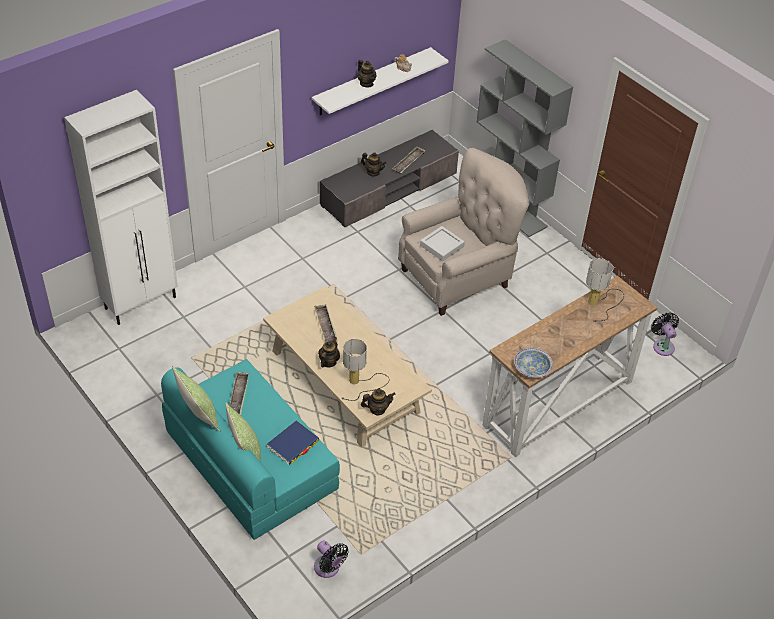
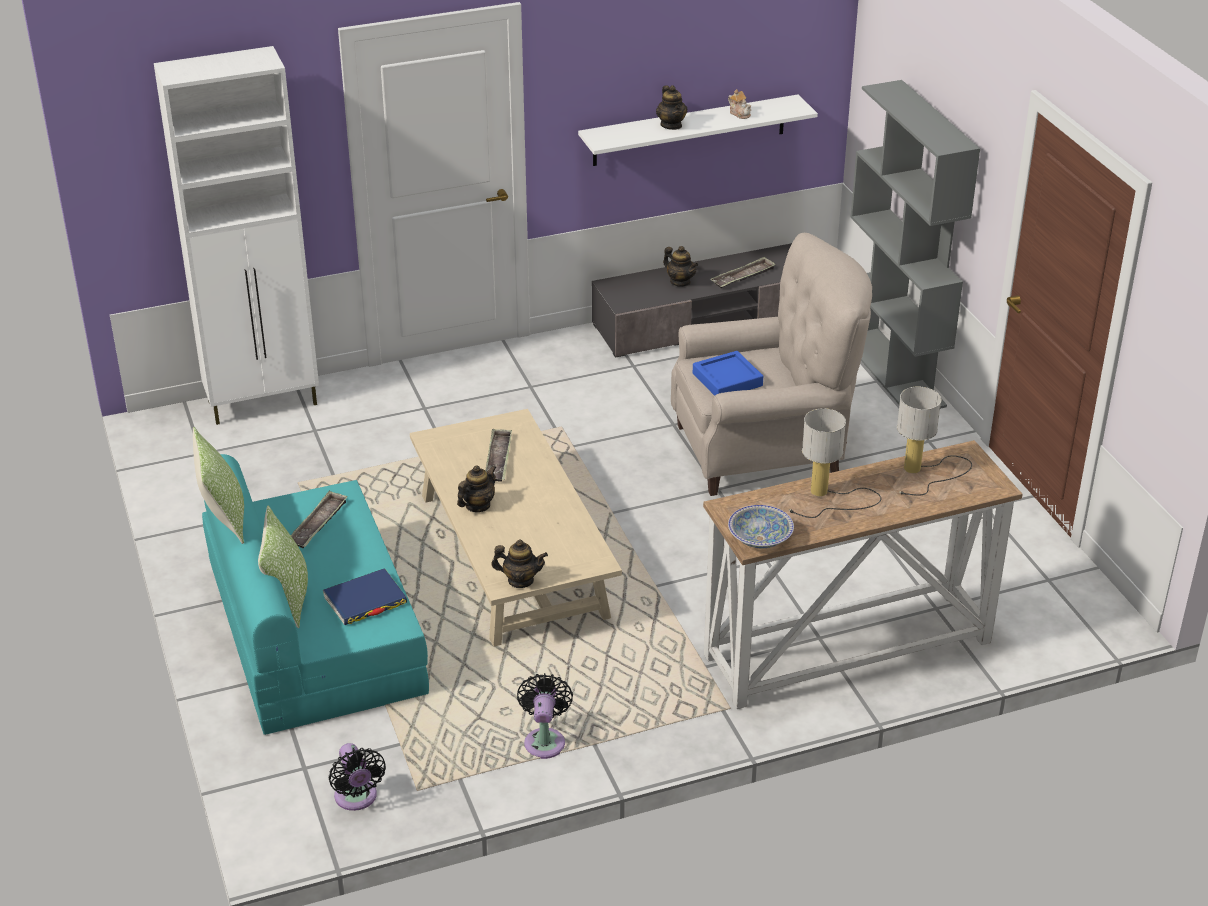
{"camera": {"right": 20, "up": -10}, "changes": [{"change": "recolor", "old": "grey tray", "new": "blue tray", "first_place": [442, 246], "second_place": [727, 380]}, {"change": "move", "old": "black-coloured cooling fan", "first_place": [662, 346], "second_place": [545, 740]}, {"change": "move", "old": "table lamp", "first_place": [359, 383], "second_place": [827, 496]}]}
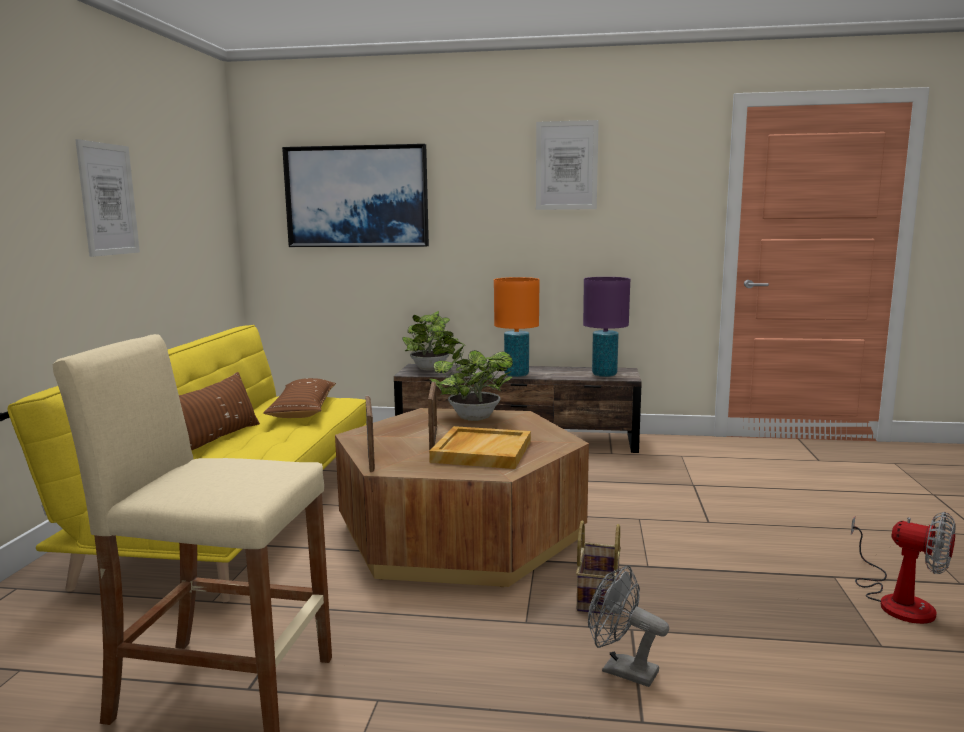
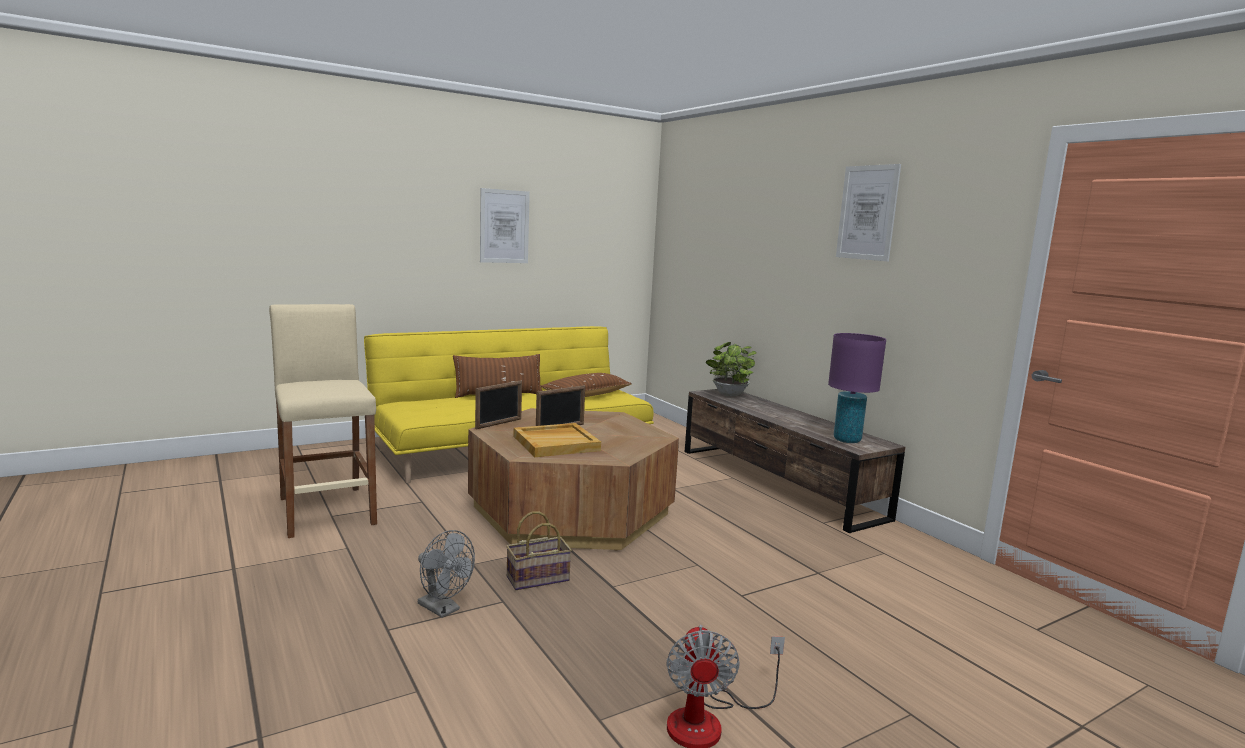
{"camera": {"right": 50, "up": 0}, "changes": [{"change": "delete", "old": "picture", "first_place": [357, 196]}, {"change": "delete", "old": "orange table lamp", "first_place": [516, 375]}, {"change": "delete", "old": "houseplant", "first_place": [471, 417]}, {"change": "rotate", "old": "grey cooling fan", "first_place": [621, 670], "second_place": [443, 609], "degrees": 135}]}
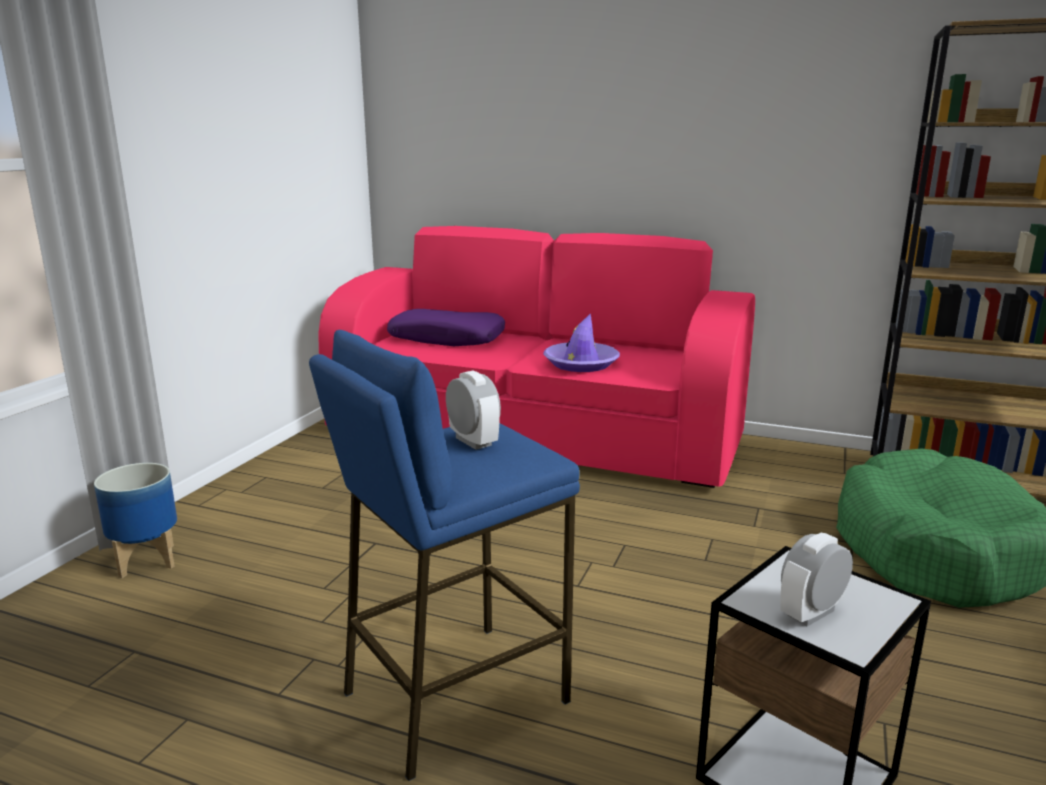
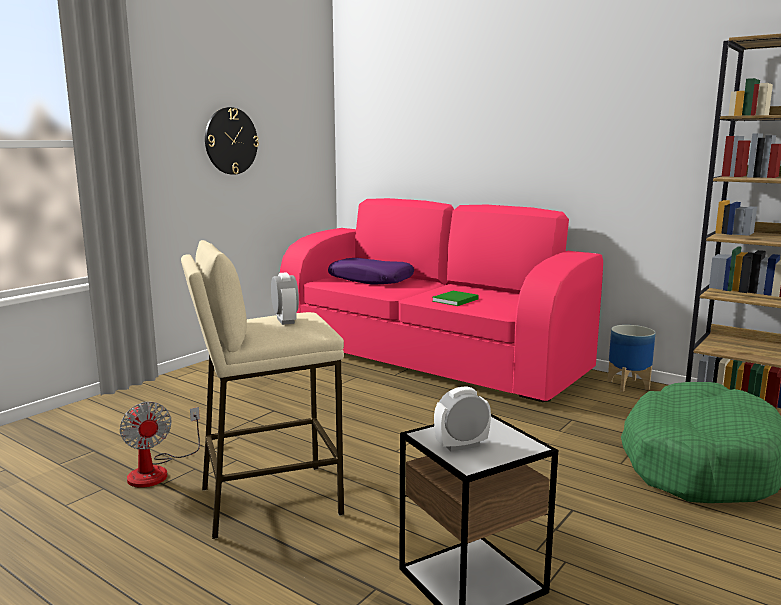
{"camera": {"right": 15, "up": -5}, "changes": [{"change": "replace", "old": "purple-coloured hat", "new": "green book", "first_place": [581, 364], "second_place": [454, 300]}, {"change": "recolor", "old": "blue stool", "new": "sand-coloured stool", "first_place": [453, 695], "second_place": [269, 500]}, {"change": "move", "old": "planter", "first_place": [148, 560], "second_place": [628, 385]}, {"change": "insert", "new": "wall clock", "second_place": [231, 141]}, {"change": "insert", "new": "cooling fan", "second_place": [157, 471]}]}
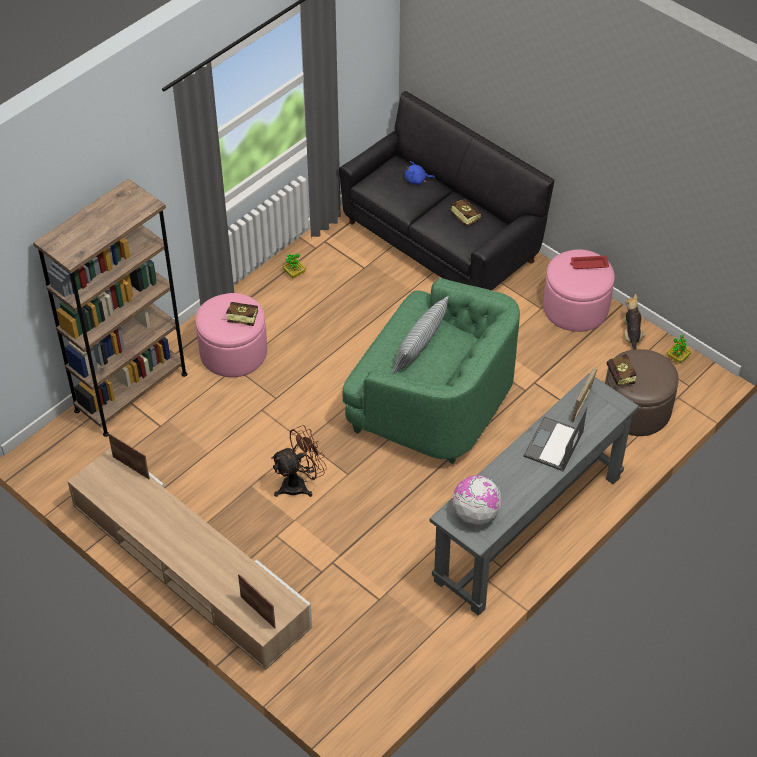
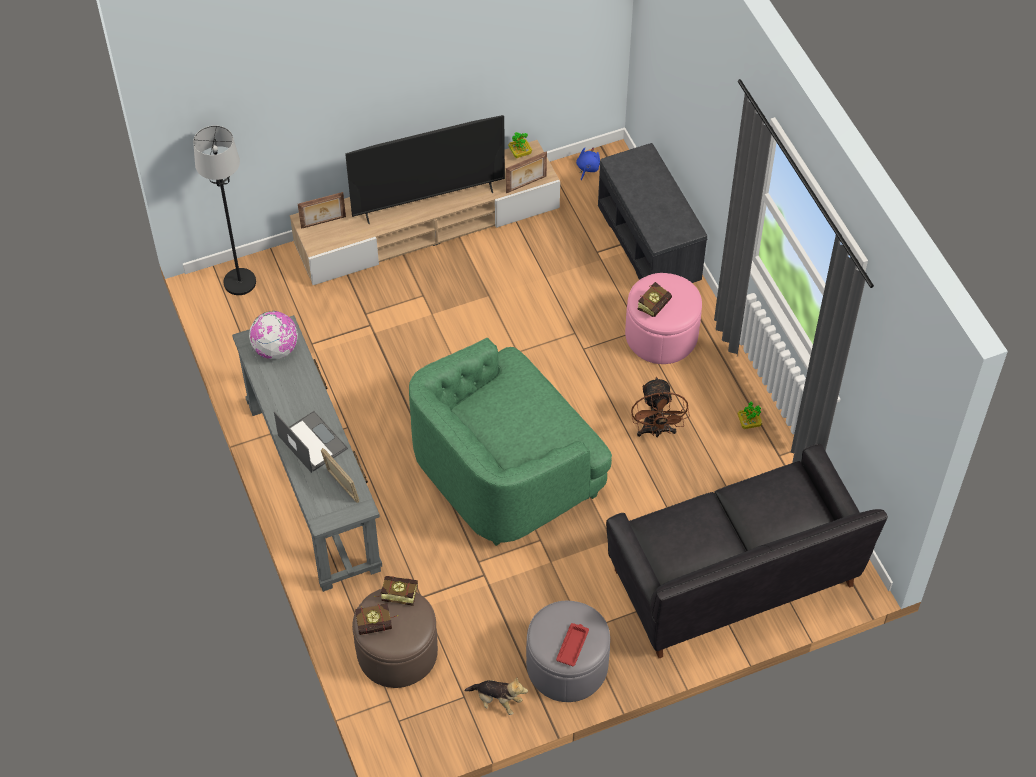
{"camera": {"right": 115, "up": 5}, "changes": [{"change": "move", "old": "blue soft toy", "first_place": [417, 180], "second_place": [587, 168]}, {"change": "replace", "old": "brown bookcase", "new": "grey long seat", "first_place": [131, 392], "second_place": [650, 242]}, {"change": "move", "old": "book", "first_place": [463, 216], "second_place": [378, 624]}, {"change": "recolor", "old": "pink-coloured ottoman", "new": "grey ottoman", "first_place": [576, 308], "second_place": [567, 666]}, {"change": "delete", "old": "pillow", "first_place": [419, 348]}, {"change": "move", "old": "houseplant", "first_place": [677, 357], "second_place": [520, 153]}, {"change": "move", "old": "brown cooling fan", "first_place": [299, 484], "second_place": [656, 431]}, {"change": "insert", "new": "TV set", "second_place": [428, 201]}, {"change": "insert", "new": "black-coloured floor lamp", "second_place": [239, 282]}]}
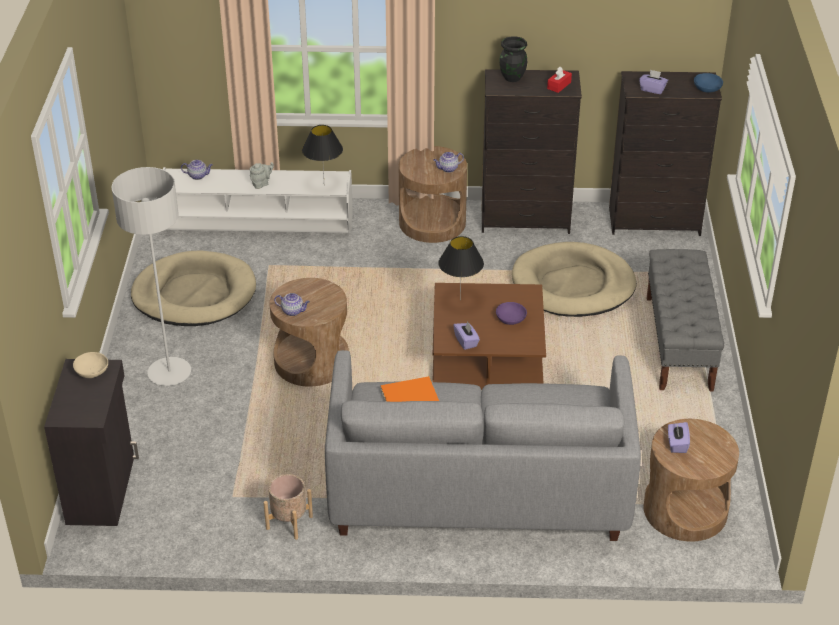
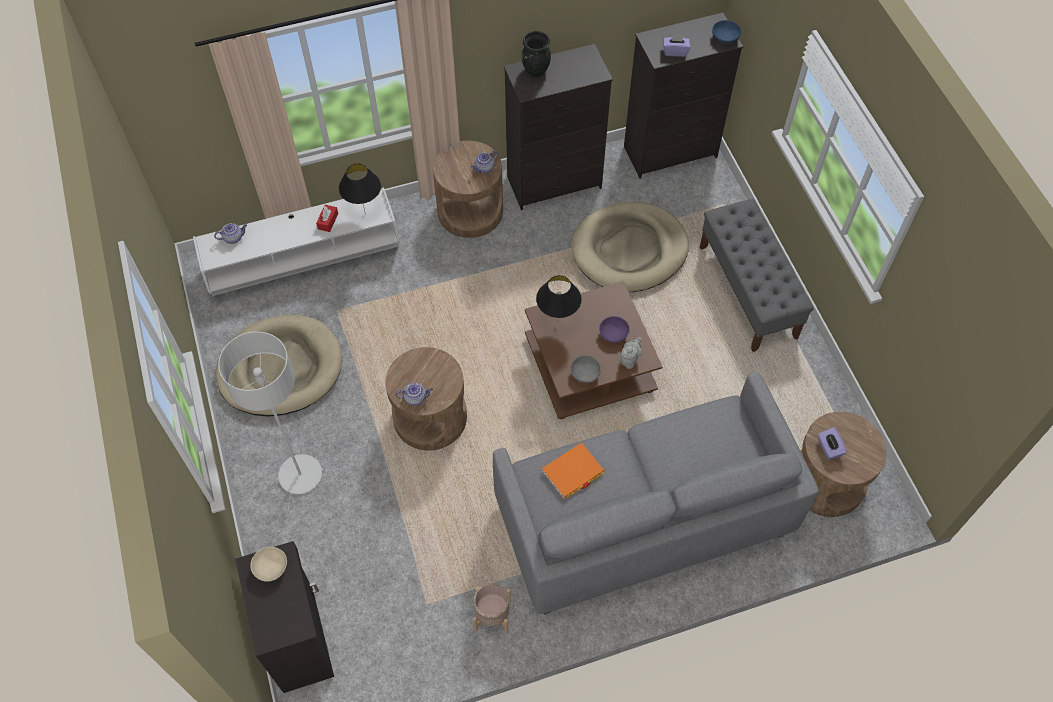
{"camera": {"right": -20, "up": 20}, "changes": [{"change": "move", "old": "reddish tissue holder", "first_place": [559, 85], "second_place": [328, 221]}, {"change": "move", "old": "grey pot for tea", "first_place": [261, 184], "second_place": [630, 359]}, {"change": "replace", "old": "purple-coloured tissue holder", "new": "grey serving bowl", "first_place": [466, 341], "second_place": [584, 374]}]}
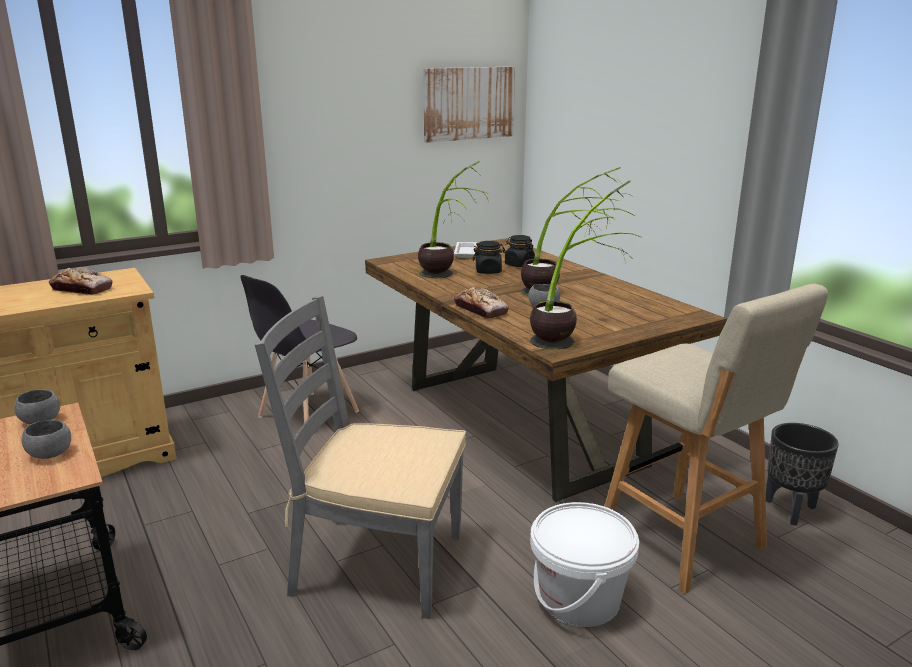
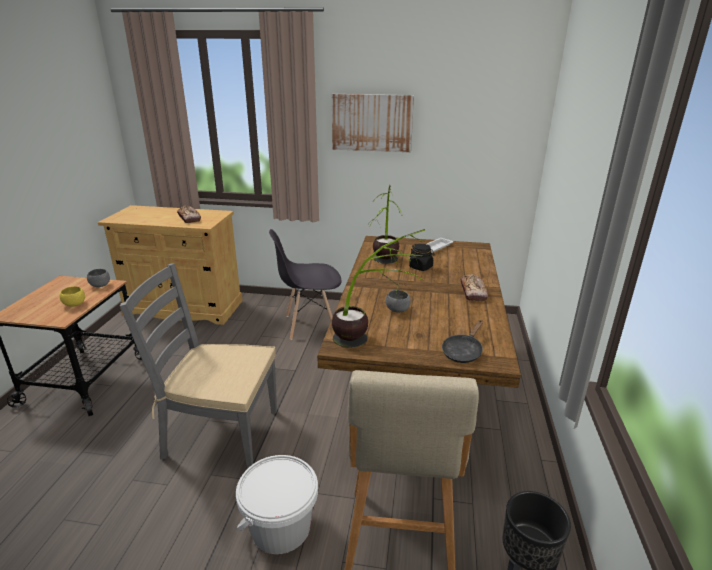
{"camera": {"right": 40, "up": 5}, "changes": [{"change": "move", "old": "picture", "first_place": [468, 103], "second_place": [372, 122]}, {"change": "delete", "old": "houseplant", "first_place": [561, 295]}, {"change": "delete", "old": "black-coloured storage jar", "first_place": [519, 265]}, {"change": "move", "old": "bread", "first_place": [481, 310], "second_place": [473, 292]}, {"change": "rotate", "old": "grey plain chair", "first_place": [376, 564], "second_place": [220, 433], "degrees": -45}, {"change": "recolor", "old": "grey serving bowl", "new": "yellow serving bowl", "first_place": [50, 454], "second_place": [74, 304]}, {"change": "insert", "new": "black-coloured frying pan", "second_place": [463, 351]}]}
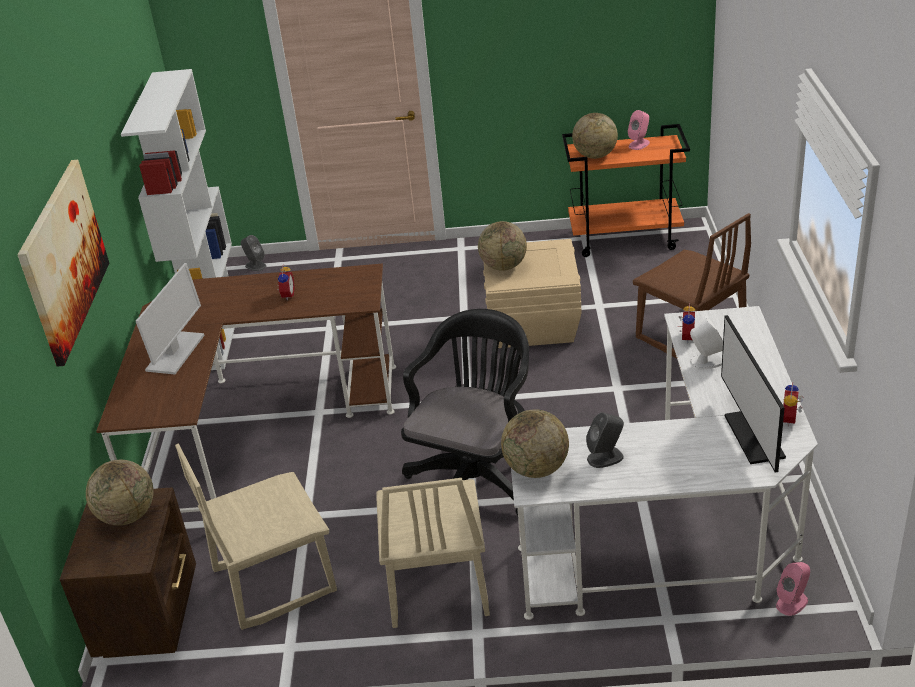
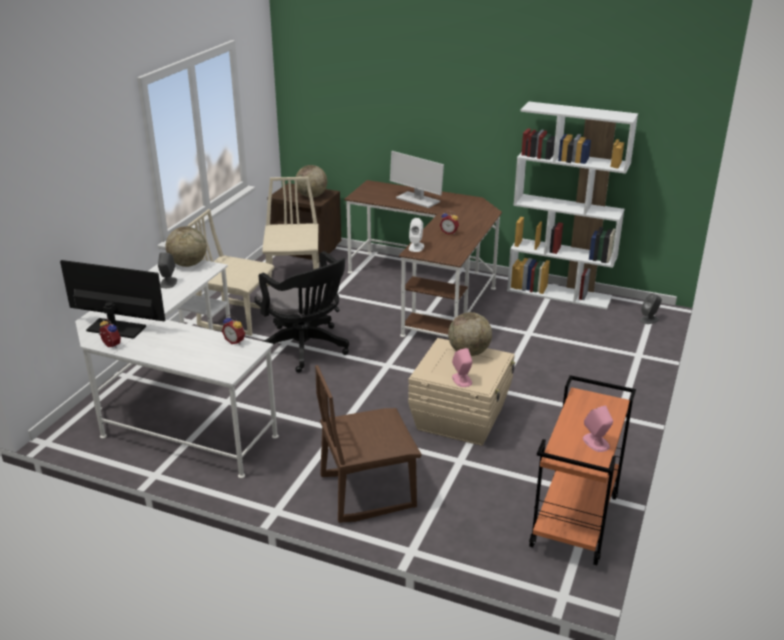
{"camera": {"right": 110, "up": -5}, "changes": [{"change": "delete", "old": "desk globe", "first_place": [595, 156]}, {"change": "delete", "old": "picture", "first_place": [64, 259]}, {"change": "move", "old": "white loudspeaker", "first_place": [706, 362], "second_place": [416, 247]}, {"change": "move", "old": "pink-coloured loudspeaker", "first_place": [792, 602], "second_place": [462, 380]}]}
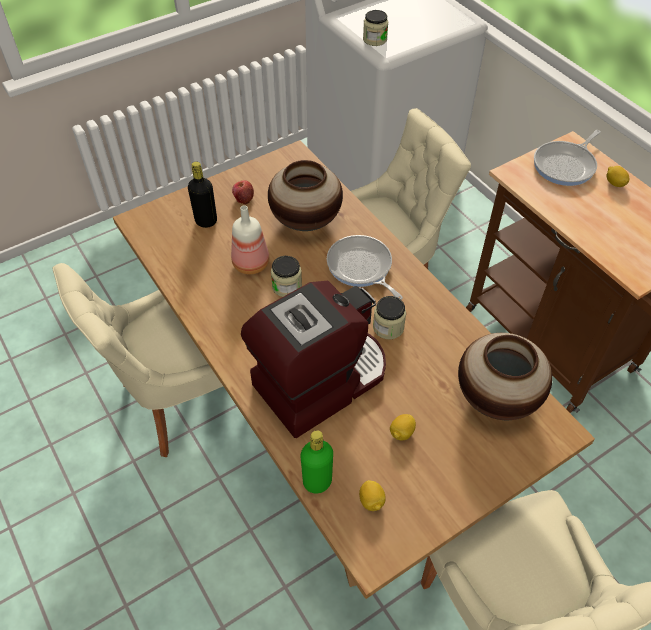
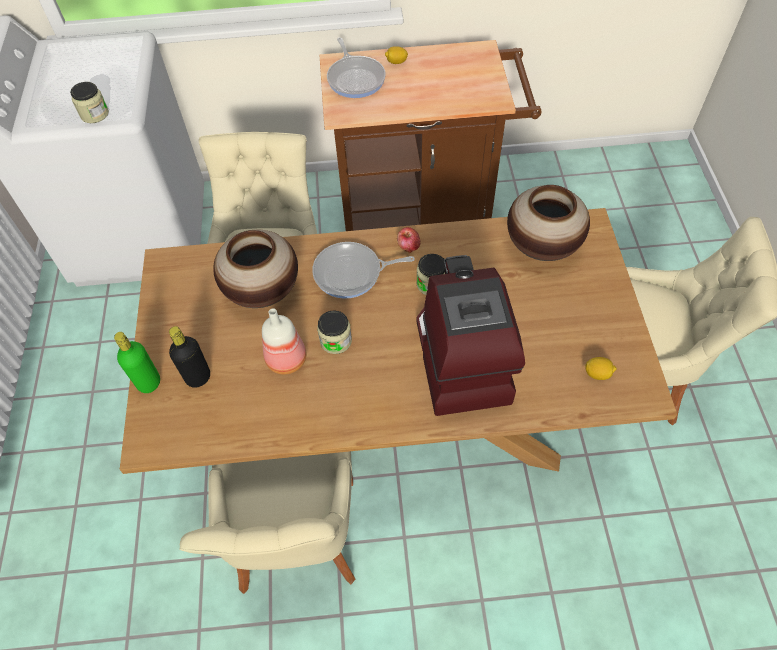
{"camera": {"right": -60, "up": 5}, "changes": [{"change": "move", "old": "apple", "first_place": [243, 198], "second_place": [408, 246]}, {"change": "delete", "old": "whole lemon", "first_place": [401, 433]}, {"change": "move", "old": "green drink bottle", "first_place": [317, 482], "second_place": [149, 382]}]}
